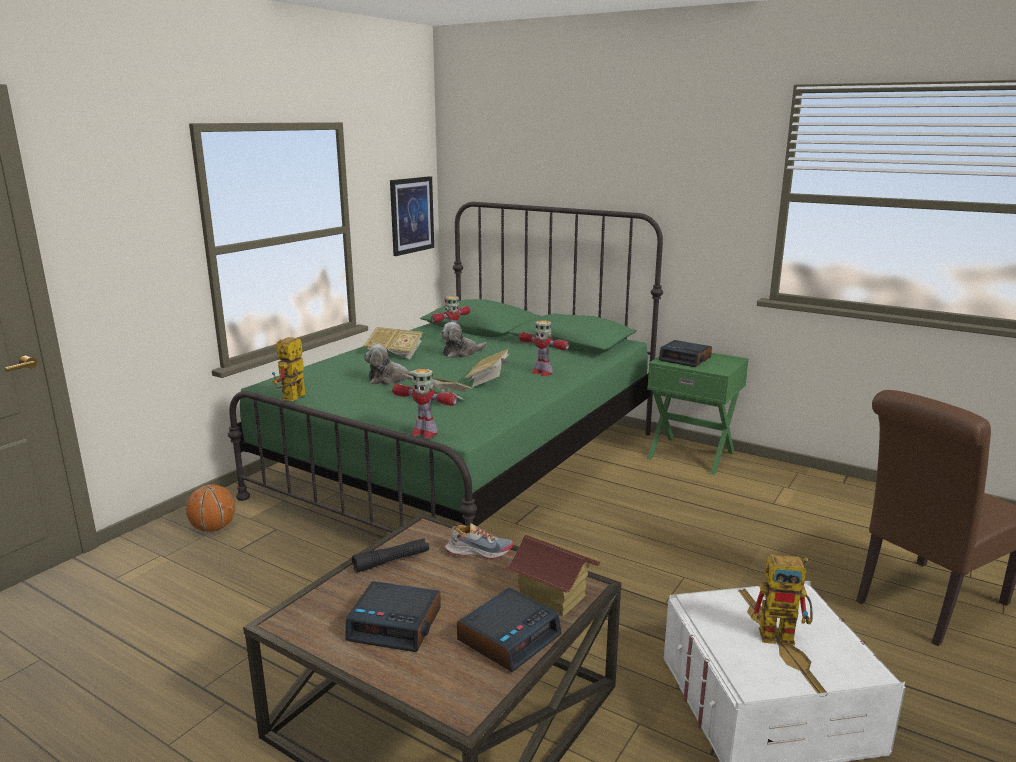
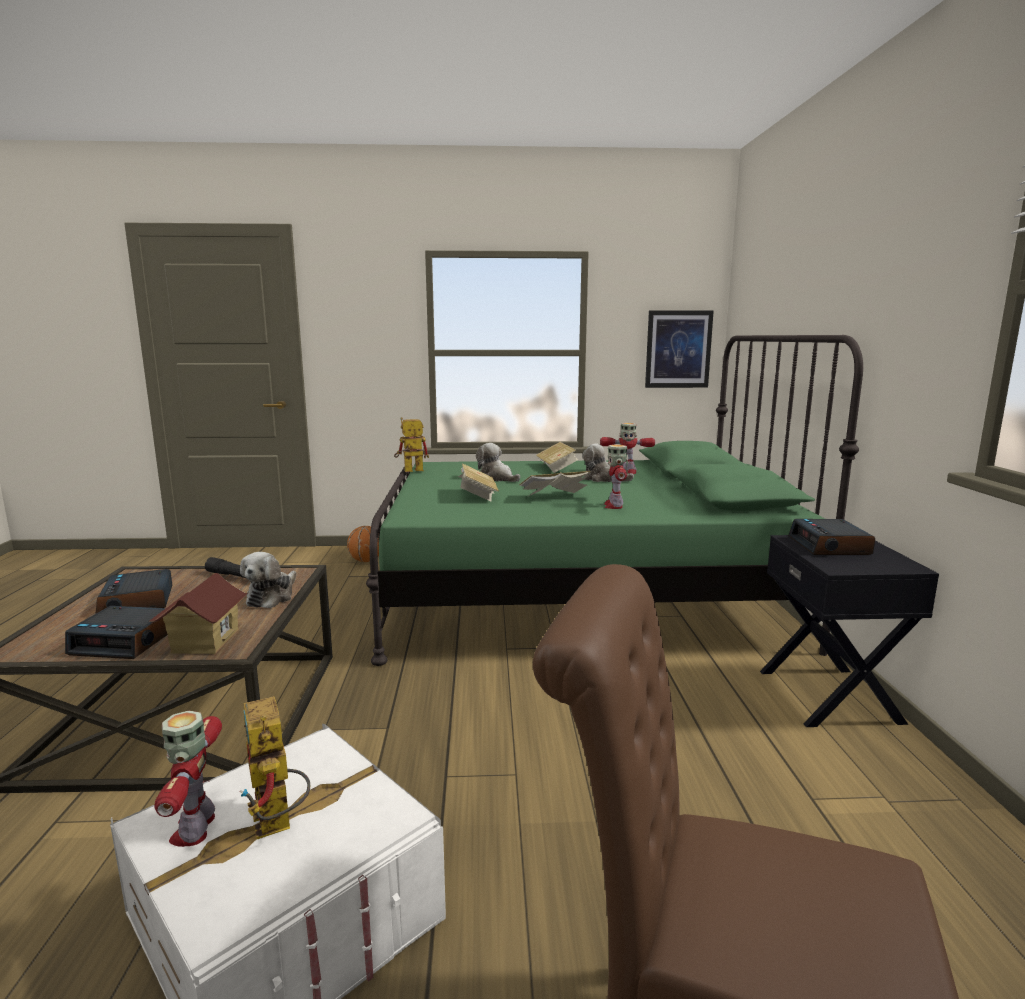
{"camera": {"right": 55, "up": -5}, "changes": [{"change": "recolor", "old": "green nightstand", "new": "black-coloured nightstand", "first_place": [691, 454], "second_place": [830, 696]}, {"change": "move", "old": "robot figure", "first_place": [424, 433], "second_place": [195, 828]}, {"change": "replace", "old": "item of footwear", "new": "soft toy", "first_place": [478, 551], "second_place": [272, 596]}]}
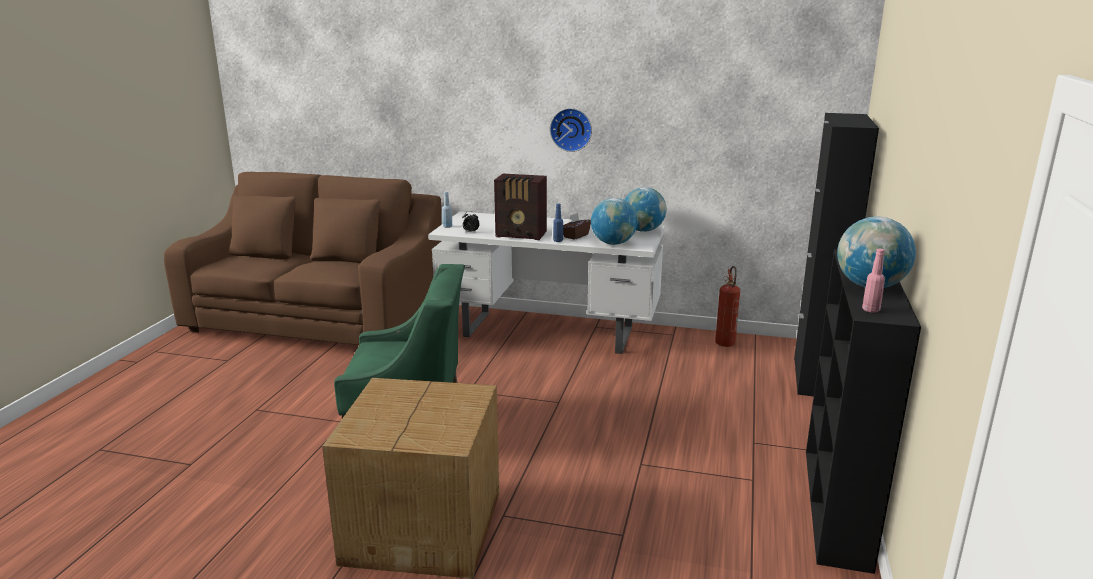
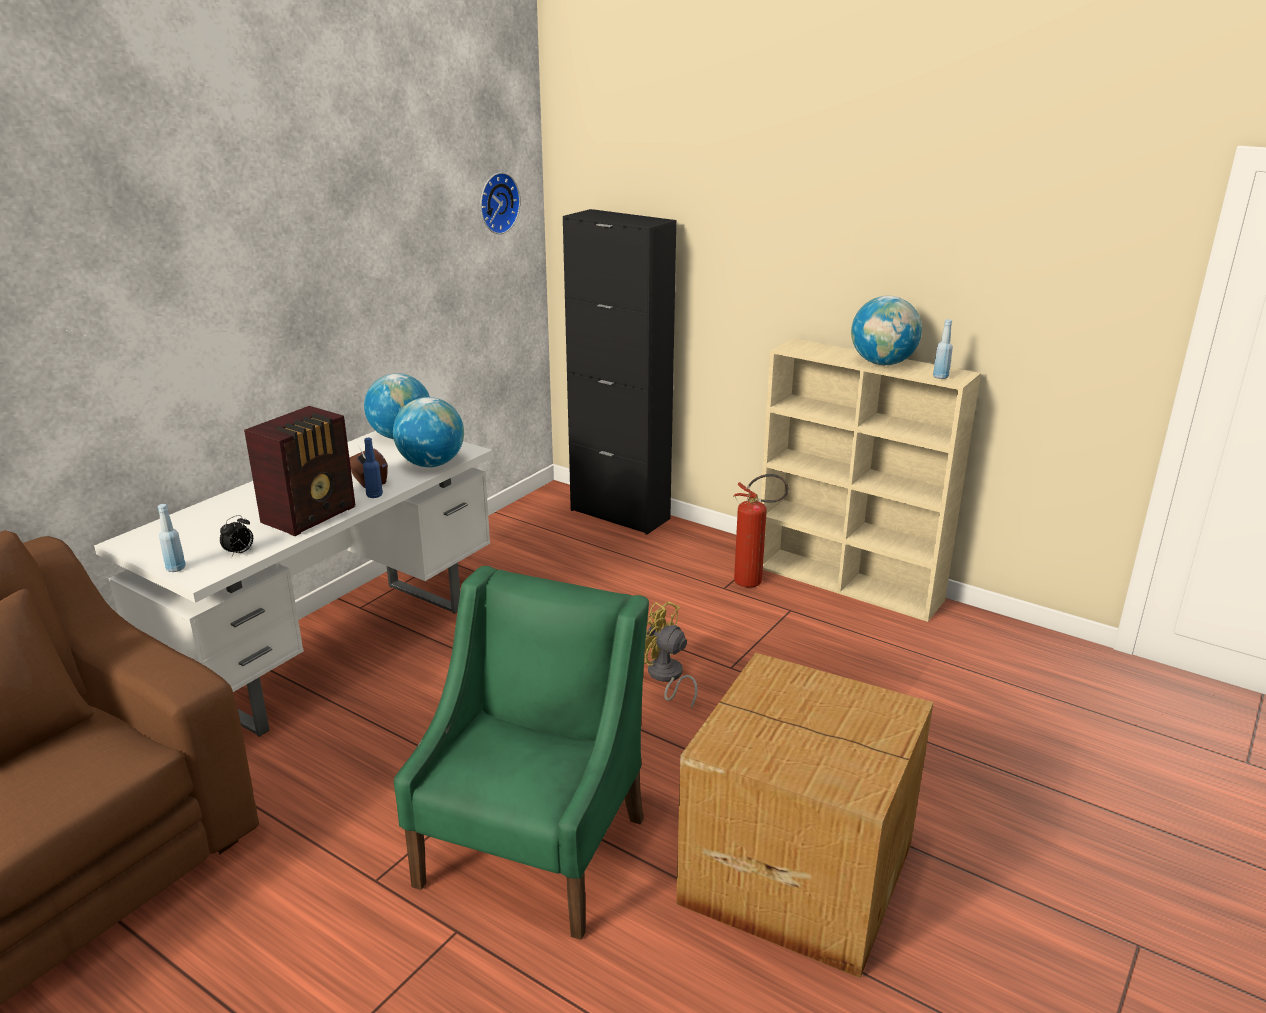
{"camera": {"right": -70, "up": 5}, "changes": [{"change": "move", "old": "wall clock", "first_place": [571, 129], "second_place": [496, 203]}, {"change": "recolor", "old": "black-coloured bookcase", "new": "sand-coloured bookcase", "first_place": [837, 507], "second_place": [850, 583]}, {"change": "recolor", "old": "pink-coloured drink bottle", "new": "blue drink bottle", "first_place": [870, 310], "second_place": [940, 377]}, {"change": "move", "old": "extinguisher", "first_place": [725, 345], "second_place": [755, 583]}, {"change": "insert", "new": "yellow cooling fan", "second_place": [666, 677]}]}
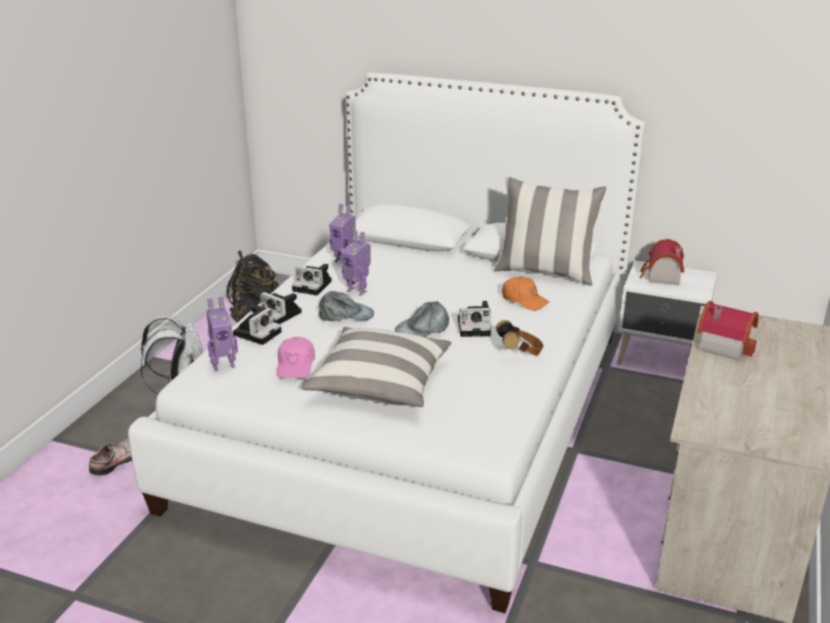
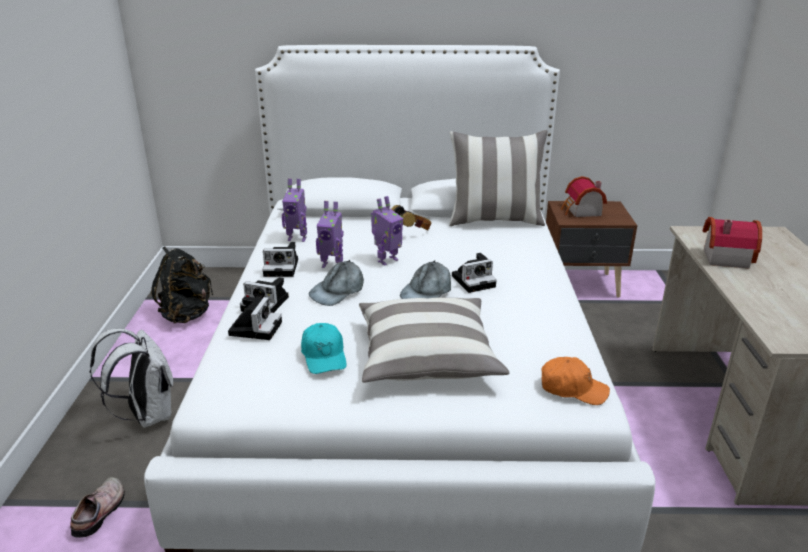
{"camera": {"right": -20, "up": 0}, "changes": [{"change": "recolor", "old": "white nightstand", "new": "brown nightstand", "first_place": [660, 359], "second_place": [581, 286]}, {"change": "move", "old": "orange cap", "first_place": [524, 300], "second_place": [572, 389]}, {"change": "rotate", "old": "grey cap", "first_place": [346, 314], "second_place": [338, 291], "degrees": 150}, {"change": "move", "old": "robot figure", "first_place": [223, 365], "second_place": [386, 260]}, {"change": "move", "old": "headphones", "first_place": [520, 353], "second_place": [412, 231]}, {"change": "recolor", "old": "pink-coloured cap", "new": "turquoise-coloured cap", "first_place": [296, 365], "second_place": [324, 356]}]}
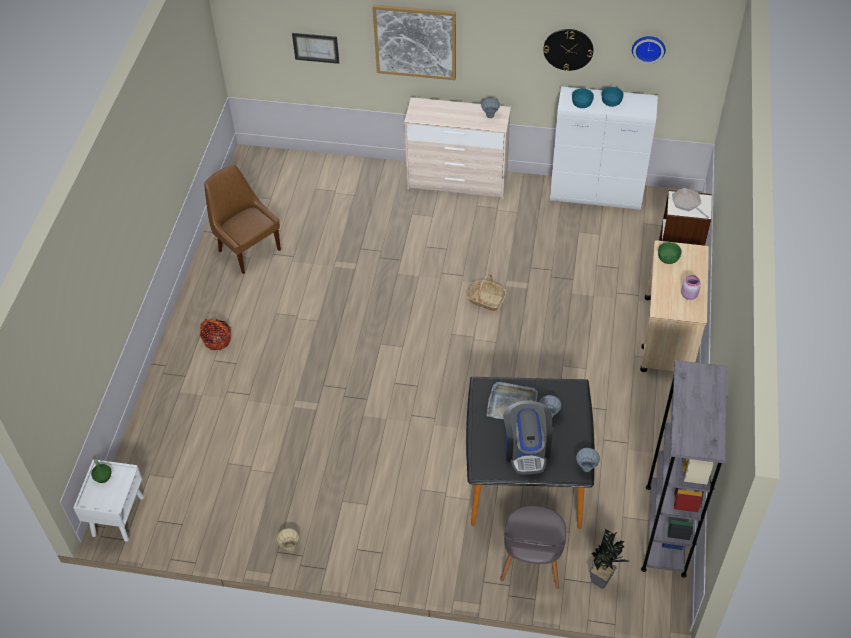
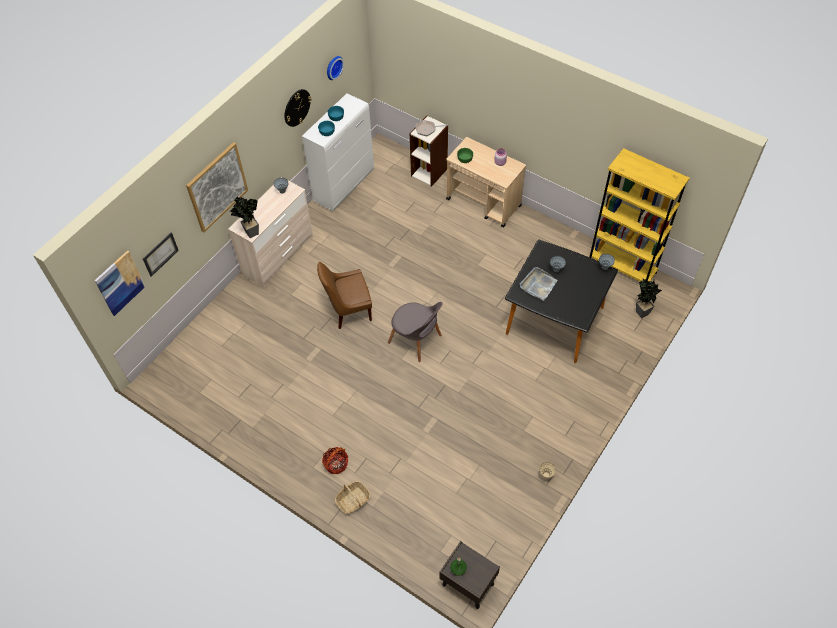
{"camera": {"right": -65, "up": 5}, "changes": [{"change": "move", "old": "brown plain chair", "first_place": [248, 249], "second_place": [348, 310]}, {"change": "move", "old": "household basket", "first_place": [485, 300], "second_place": [353, 500]}, {"change": "recolor", "old": "grey bookcase", "new": "yellow bookcase", "first_place": [665, 530], "second_place": [622, 267]}, {"change": "delete", "old": "coffee brewer", "first_place": [526, 449]}, {"change": "recolor", "old": "white nightstand", "new": "brown nightstand", "first_place": [118, 515], "second_place": [467, 584]}, {"change": "move", "old": "grey plain chair", "first_place": [532, 561], "second_place": [416, 340]}, {"change": "insert", "new": "houseplant", "second_place": [249, 233]}, {"change": "insert", "new": "picture", "second_place": [119, 283]}]}
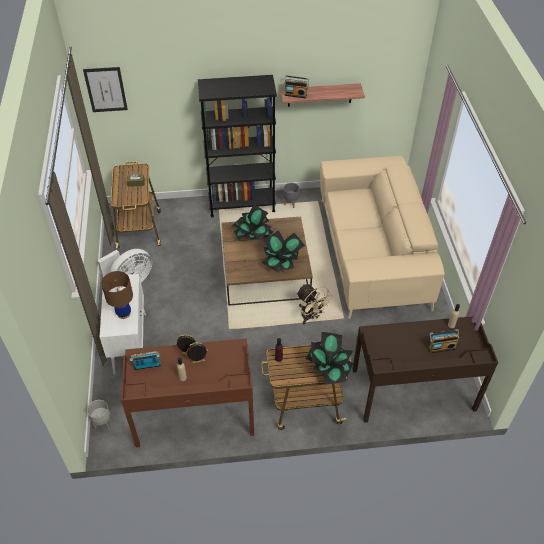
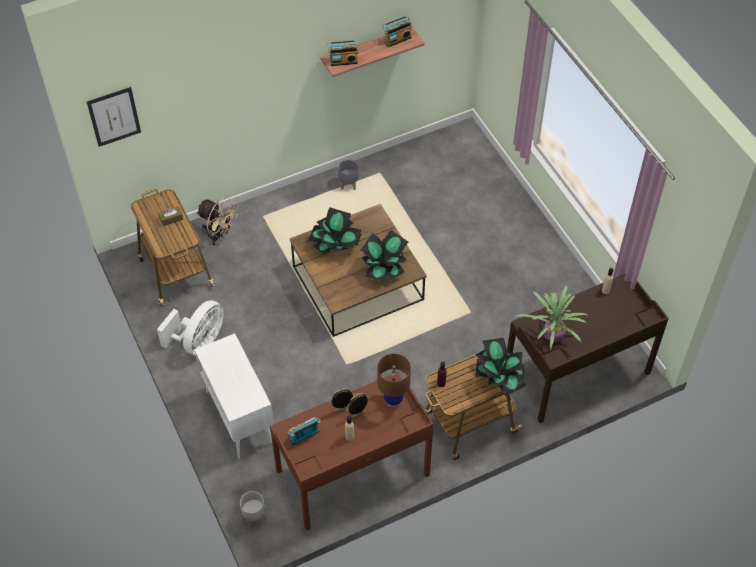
{"camera": {"right": -20, "up": 5}, "changes": [{"change": "delete", "old": "black-coloured bookcase", "first_place": [242, 205]}, {"change": "delete", "old": "sand-coloured sofa", "first_place": [372, 252]}, {"change": "move", "old": "brown table lamp", "first_place": [123, 314], "second_place": [393, 400]}, {"change": "move", "old": "sand-coloured cooling fan", "first_place": [311, 316], "second_place": [219, 235]}, {"change": "move", "old": "radio set", "first_place": [441, 347], "second_place": [397, 39]}, {"change": "insert", "new": "houseplant", "second_place": [552, 335]}]}
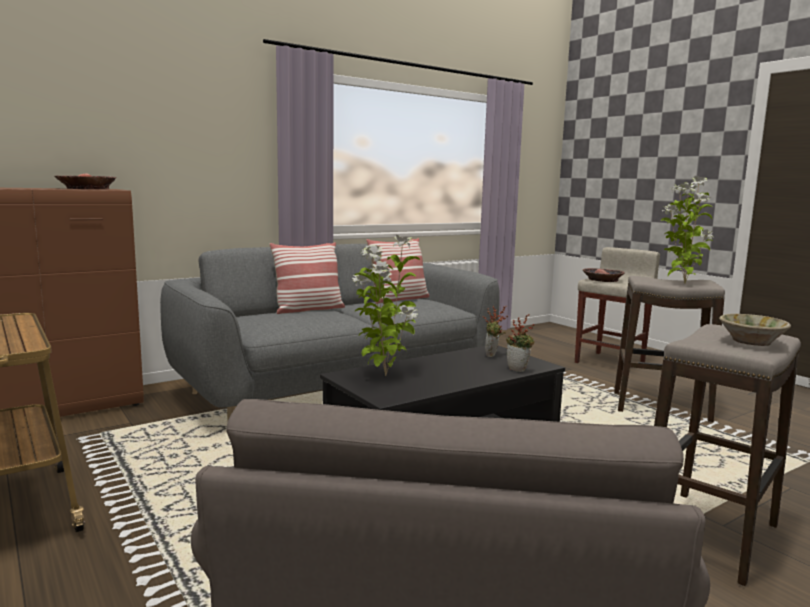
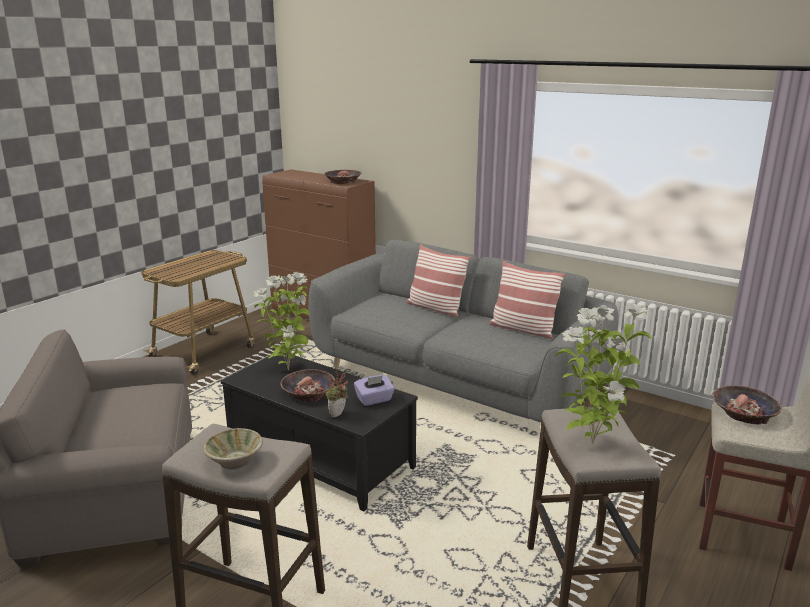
{"camera": {"right": 70, "up": 10}, "changes": [{"change": "replace", "old": "houseplant", "new": "purple-coloured tissue holder", "first_place": [493, 355], "second_place": [374, 400]}, {"change": "insert", "new": "serving bowl", "second_place": [308, 392]}]}
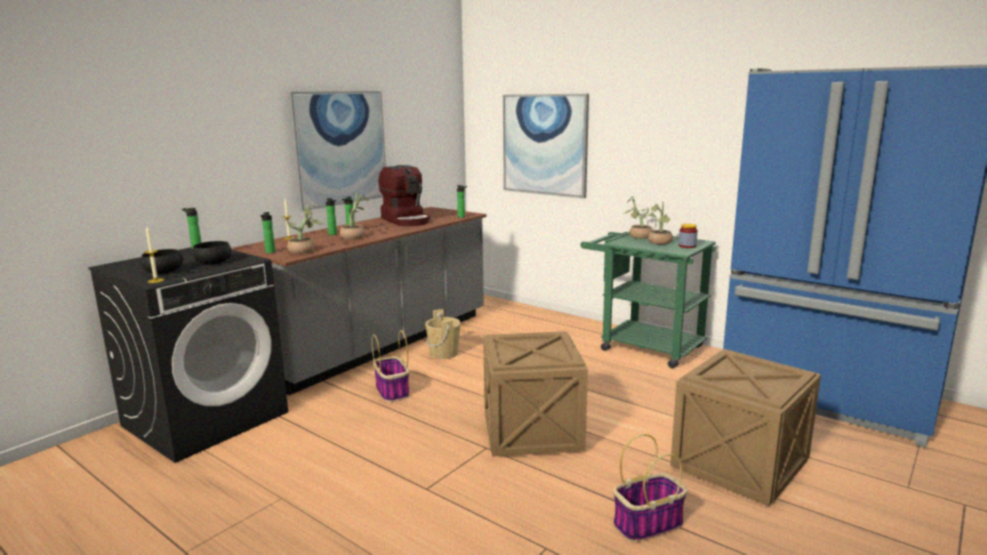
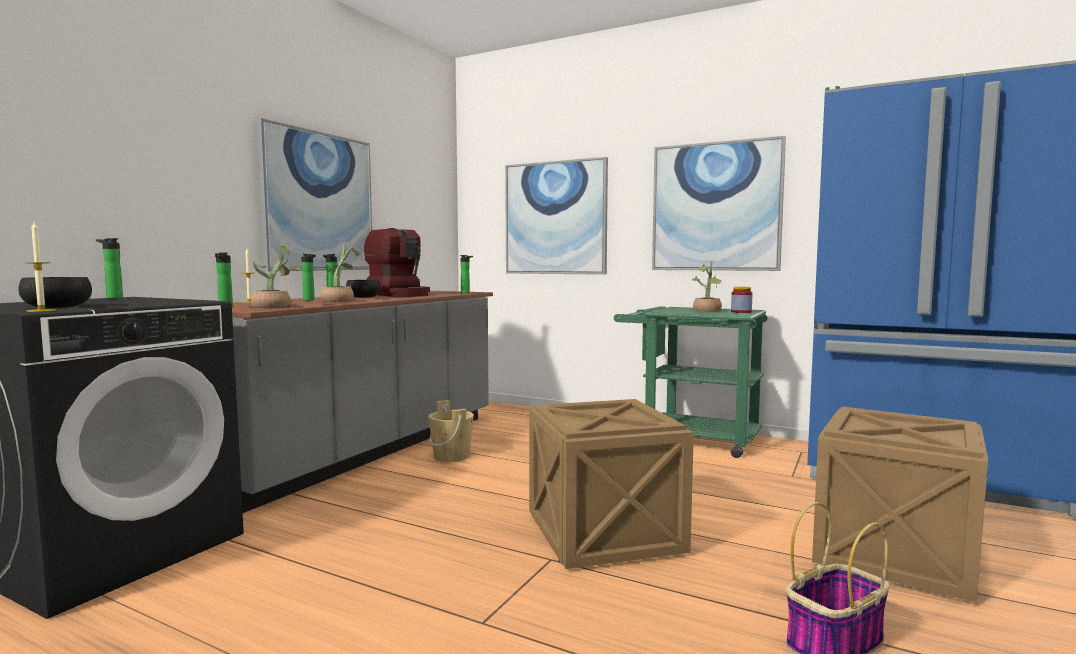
{"camera": {"right": -10, "up": -10}, "changes": [{"change": "delete", "old": "houseplant", "first_place": [637, 236]}, {"change": "move", "old": "black-coloured serving bowl", "first_place": [213, 262], "second_place": [363, 297]}, {"change": "delete", "old": "household basket", "first_place": [392, 391]}, {"change": "insert", "new": "picture", "second_place": [715, 207]}]}
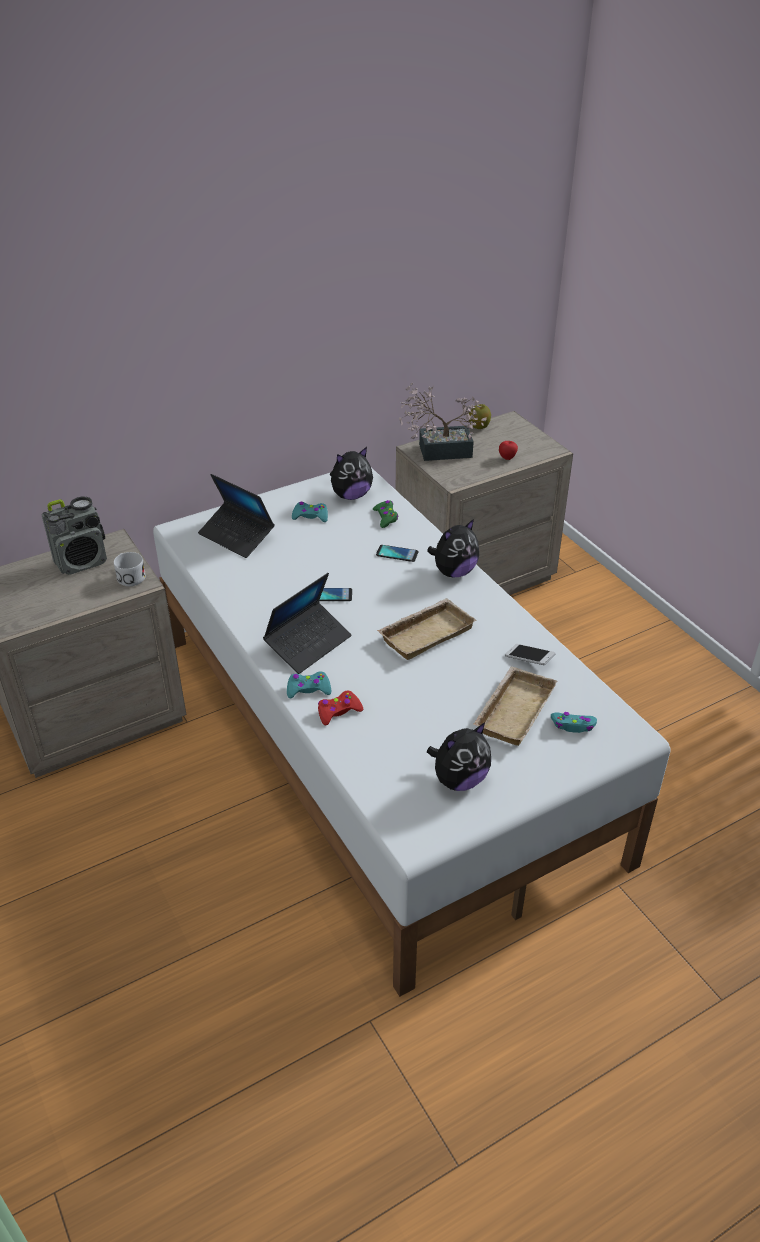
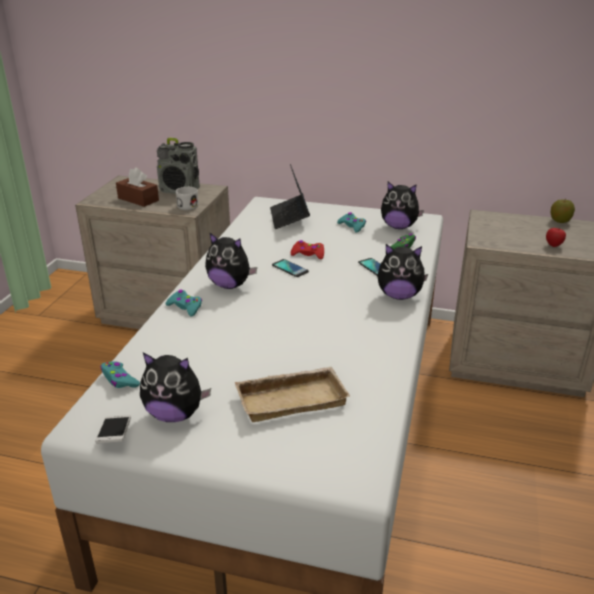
{"camera": {"right": 45, "up": -10}, "changes": [{"change": "delete", "old": "houseplant", "first_place": [438, 451]}, {"change": "replace", "old": "laptop", "new": "soft toy", "first_place": [308, 643], "second_place": [230, 285]}, {"change": "delete", "old": "sand-coloured tray", "first_place": [426, 632]}, {"change": "move", "old": "telephone", "first_place": [529, 660], "second_place": [115, 435]}, {"change": "move", "old": "reddish joypad", "first_place": [338, 711], "second_place": [308, 254]}, {"change": "move", "old": "turquoise-coloured joypad", "first_place": [573, 725], "second_place": [119, 380]}, {"change": "insert", "new": "brown tissue holder", "second_place": [138, 199]}]}
